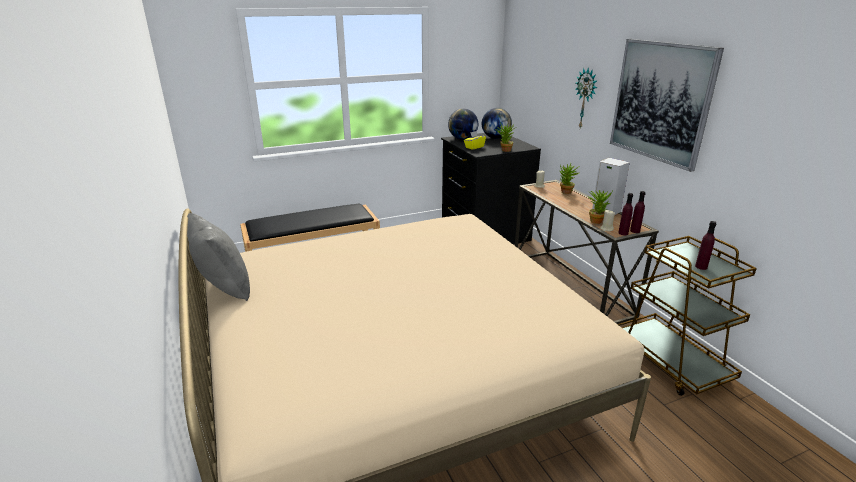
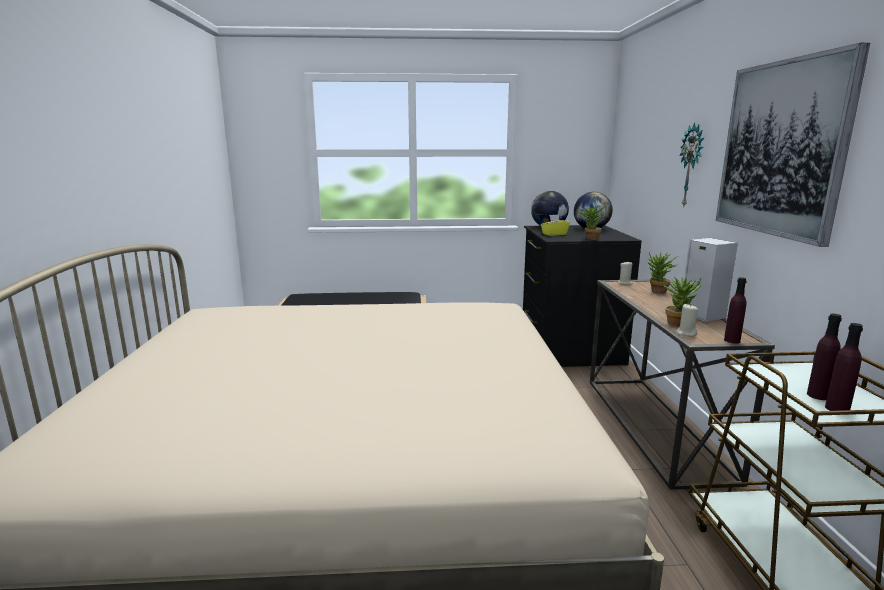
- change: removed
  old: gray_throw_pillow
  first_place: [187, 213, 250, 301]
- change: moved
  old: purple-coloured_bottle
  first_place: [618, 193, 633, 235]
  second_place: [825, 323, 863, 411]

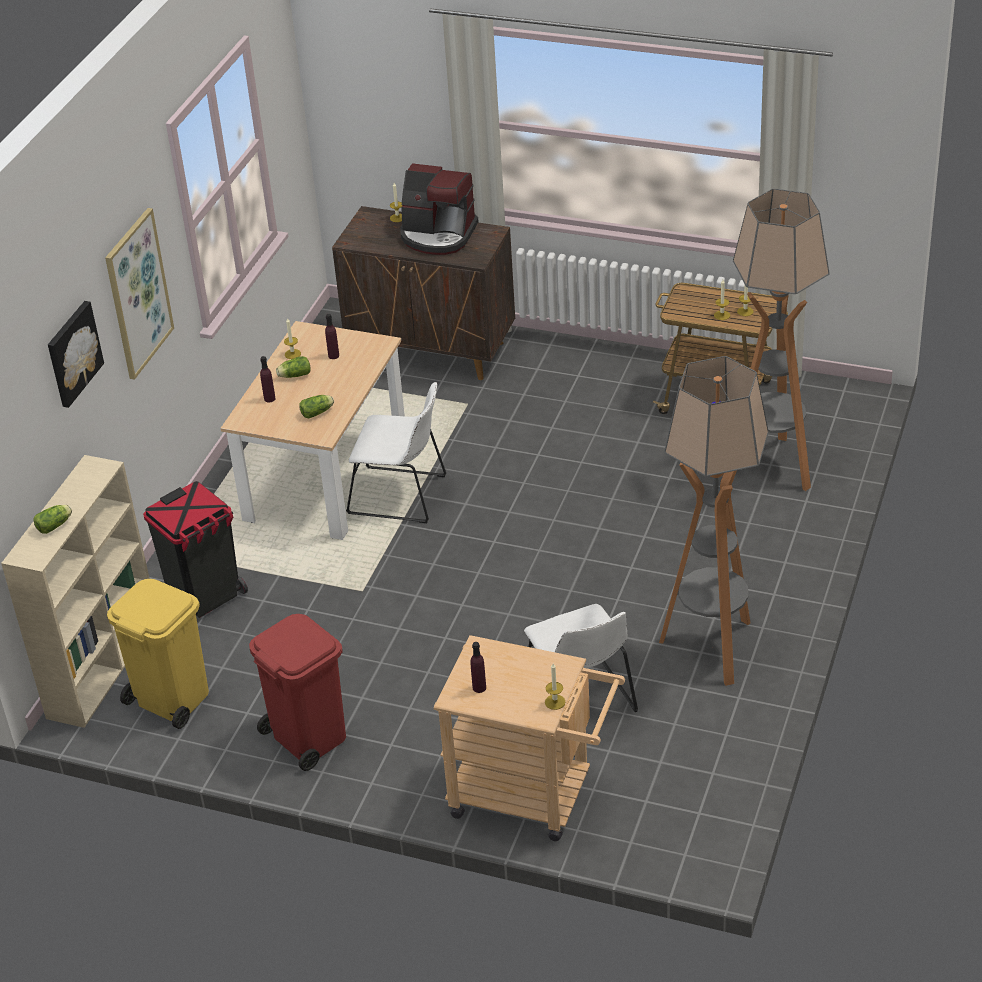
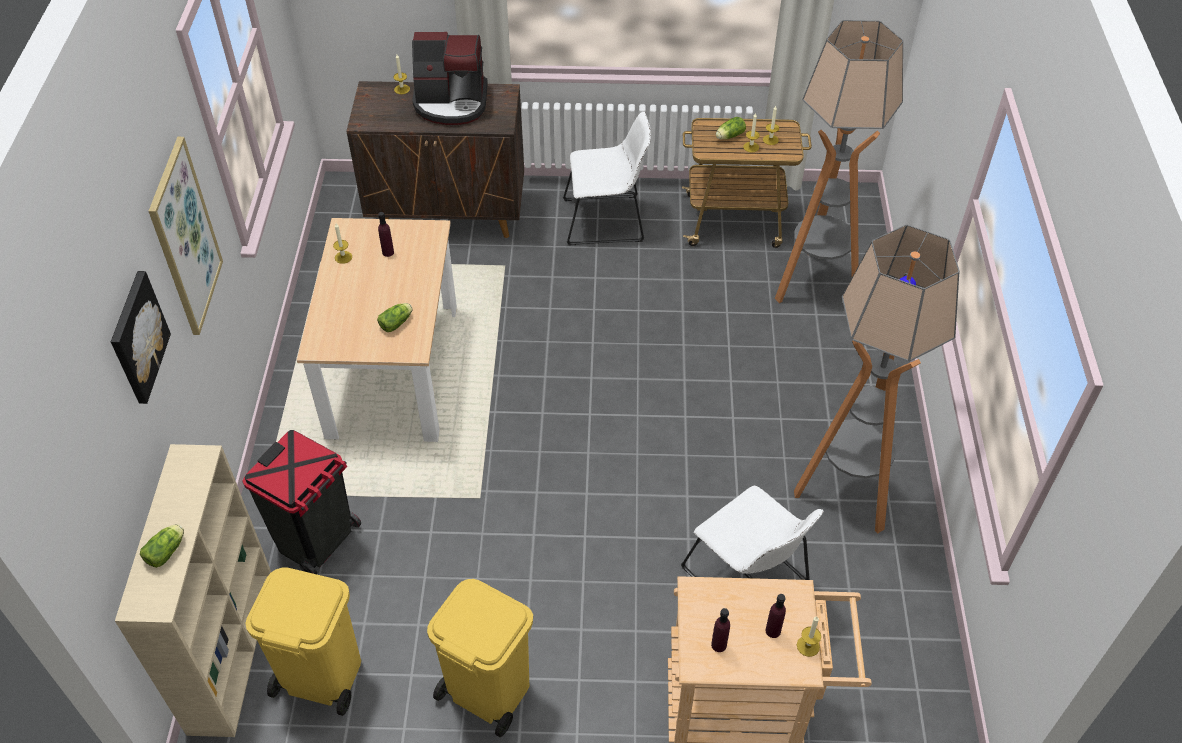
- change: recoloured
  old: red_trash_can
  new: yellow-coloured_trash_can
  first_place: [249, 614, 346, 771]
  second_place: [427, 579, 533, 737]
- change: moved
  old: purple-coloured_bottle
  first_place: [260, 356, 276, 402]
  second_place: [766, 594, 786, 638]
- change: moved
  old: lettuce
  first_place: [276, 356, 311, 378]
  second_place: [716, 117, 746, 139]
- change: moved
  old: white_upright_chair
  first_place: [346, 382, 446, 523]
  second_place: [563, 111, 651, 245]

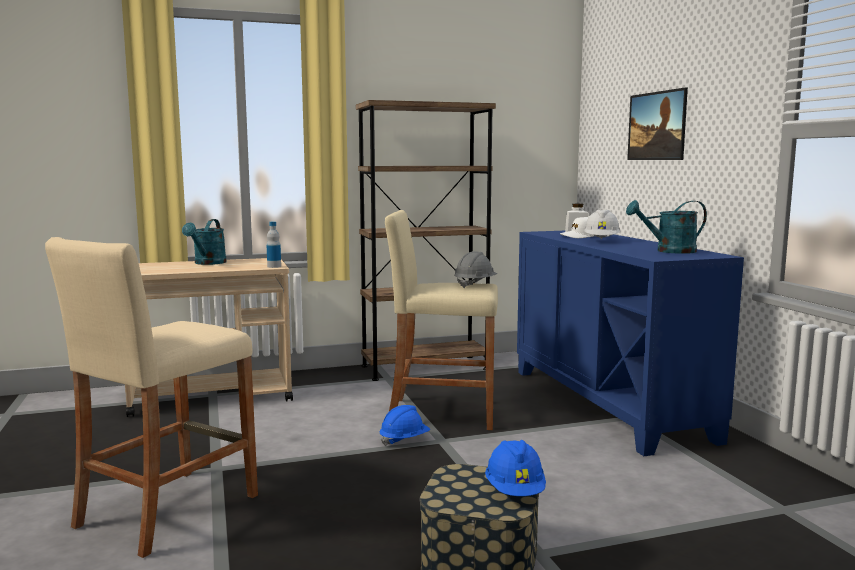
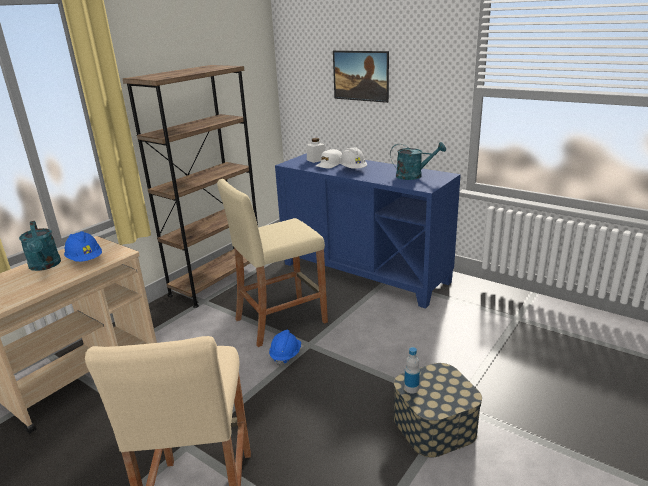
- change: moved
  old: bottle
  first_place: [267, 222, 281, 268]
  second_place: [404, 347, 420, 394]
- change: removed
  old: gray_hard_hat
  first_place: [454, 251, 497, 288]
- change: moved
  old: bluish_hard_hat
  first_place: [485, 440, 546, 496]
  second_place: [64, 231, 102, 262]
- change: turned
  old: blue-green_sprinkling_can
  first_place: [626, 200, 707, 254]
  second_place: [390, 142, 446, 180]
  degrees: -135

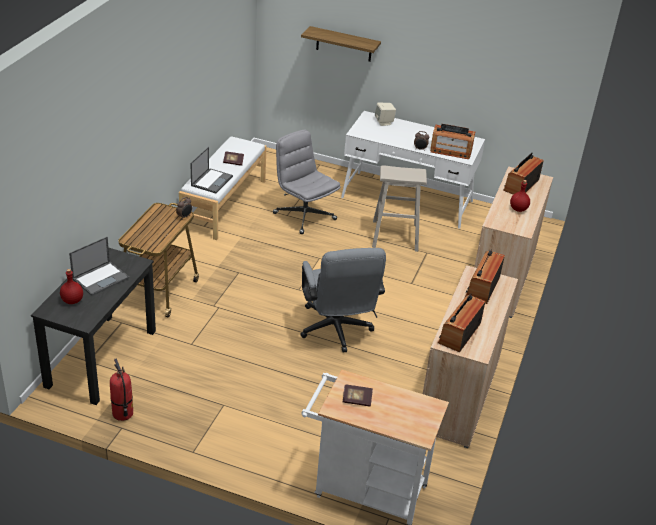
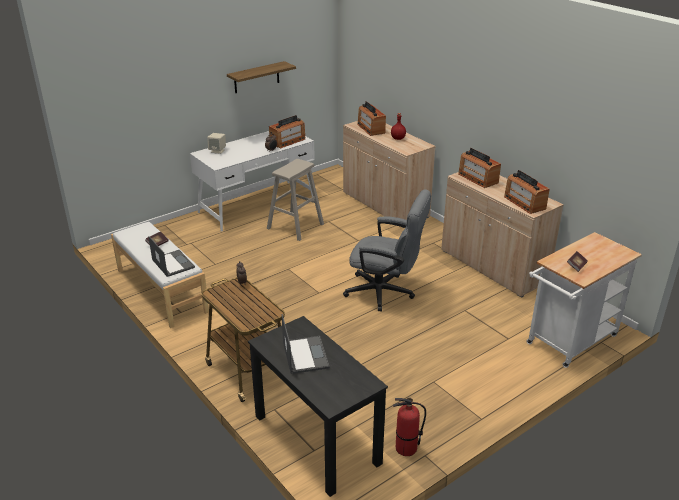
- change: removed
  old: red_bottle
  first_place: [60, 269, 83, 304]
- change: removed
  old: gray_office_chair
  first_place: [273, 130, 341, 234]
- change: moved
  old: bracket_shelf
  first_place: [301, 26, 381, 62]
  second_place: [227, 61, 296, 93]

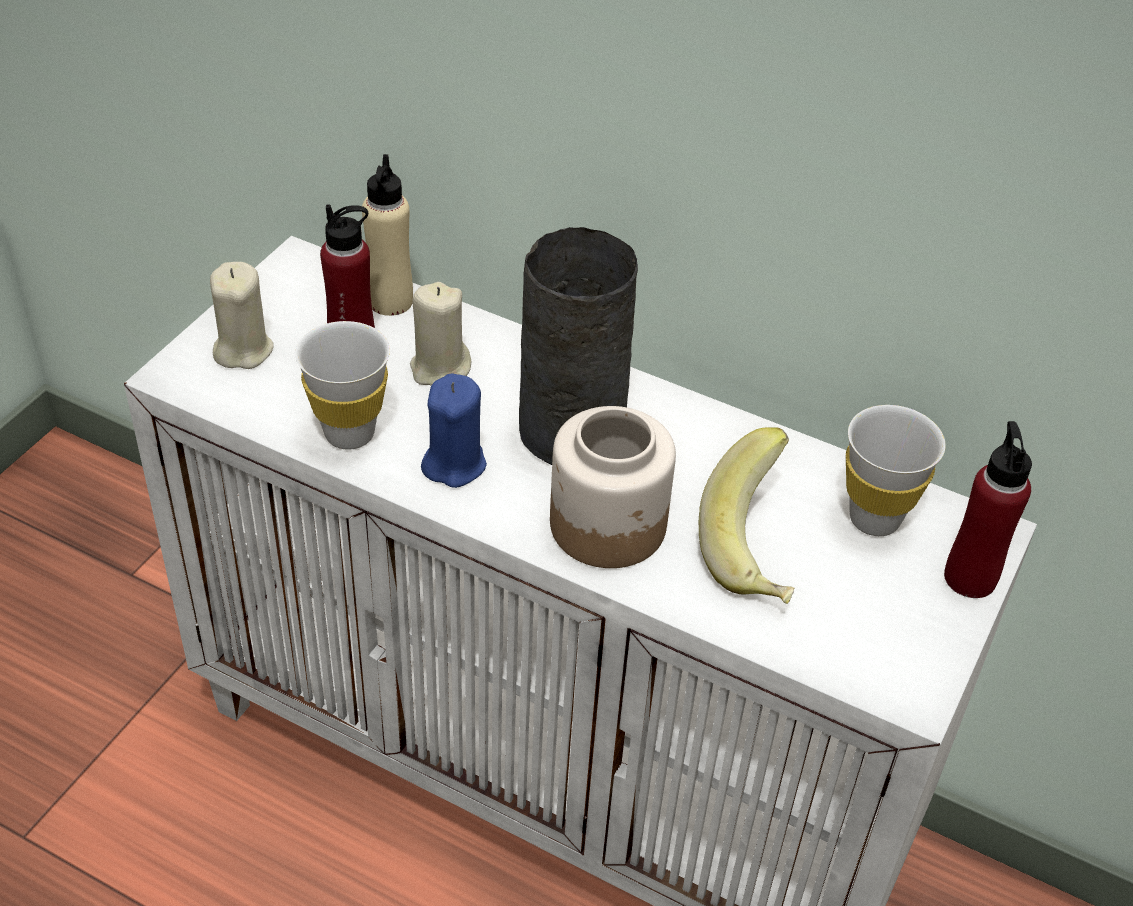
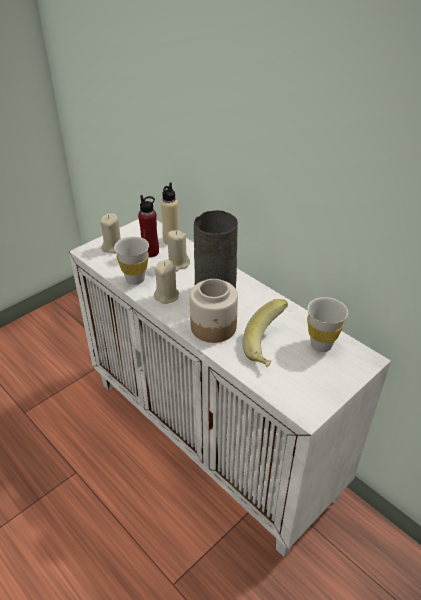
- change: recoloured
  old: bluish_wax_candle
  new: beige_wax_candle
  first_place: [421, 373, 487, 488]
  second_place: [154, 260, 179, 304]
- change: removed
  old: red_bottle
  first_place: [944, 421, 1032, 598]

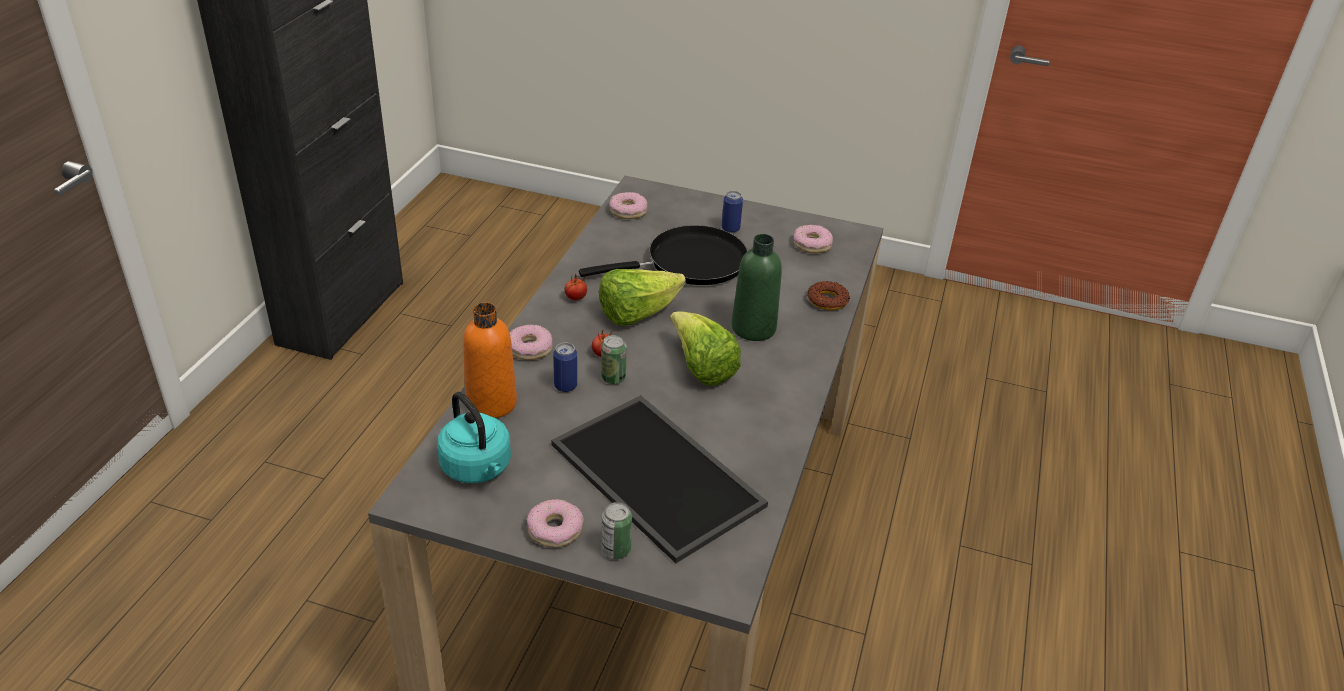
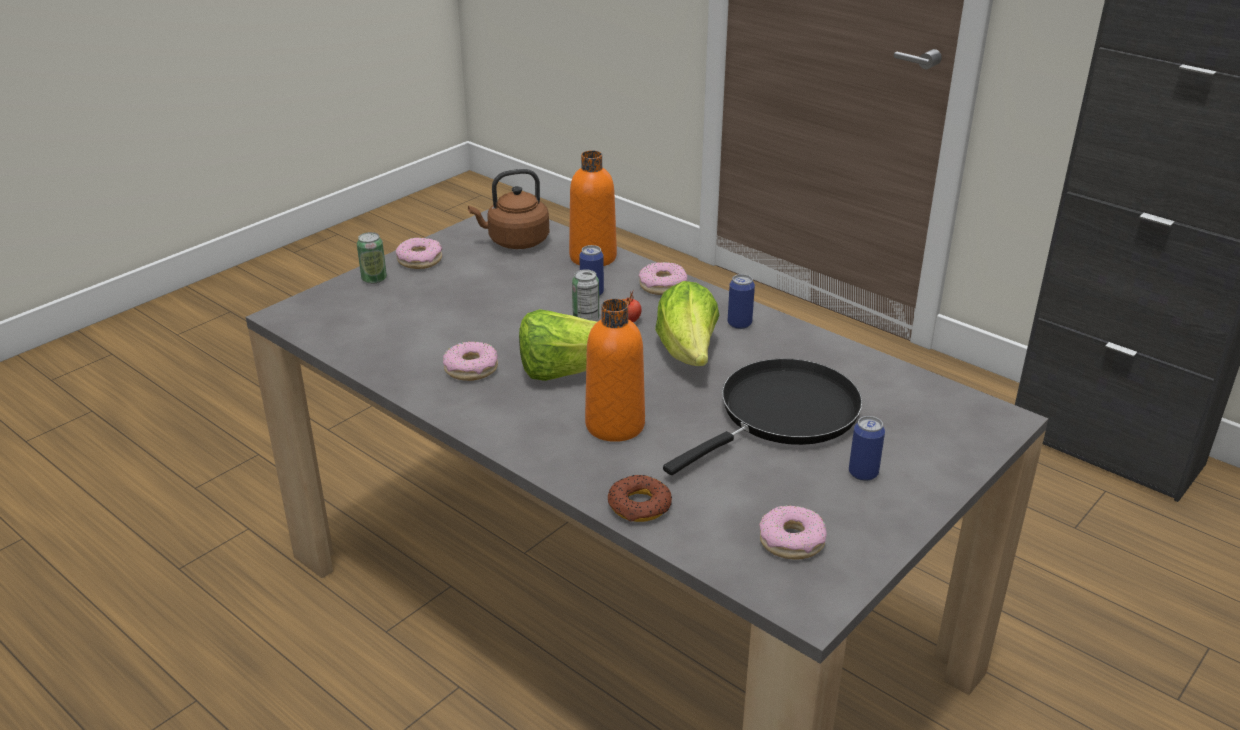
- change: recoloured
  old: blue-green_tea_kettle
  new: brownish_tea_kettle
  first_place: [437, 392, 511, 483]
  second_place: [468, 169, 549, 249]
- change: removed
  old: tray
  first_place: [551, 395, 768, 563]
- change: replaced
  old: whole_tomato
  new: can
  first_place: [565, 273, 587, 300]
  second_place: [728, 274, 755, 329]
- change: turned
  old: blackish_skillet
  first_place: [579, 225, 748, 285]
  second_place: [663, 358, 863, 475]
  degrees: -135
- change: moved
  old: doughnut
  first_place: [609, 192, 647, 219]
  second_place: [443, 341, 498, 381]
- change: recoloured
  old: green_bottle
  new: orange-coloured_bottle
  first_place: [731, 234, 782, 341]
  second_place: [585, 299, 645, 442]

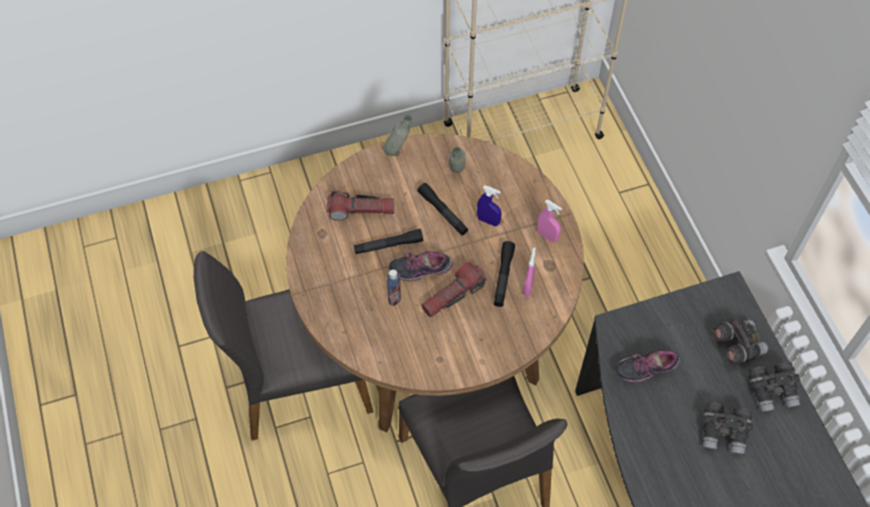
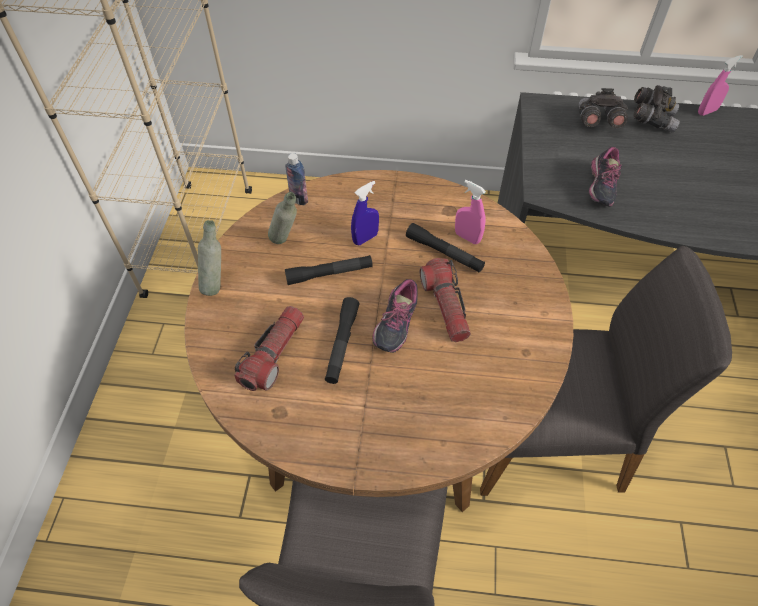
- change: moved
  old: bottle
  first_place: [387, 269, 401, 306]
  second_place: [285, 153, 308, 205]
- change: moved
  old: pinkish_hand_sprayer
  first_place: [537, 200, 562, 242]
  second_place: [698, 55, 743, 115]
- change: removed
  old: gray_field_glasses
  first_place: [703, 402, 753, 455]

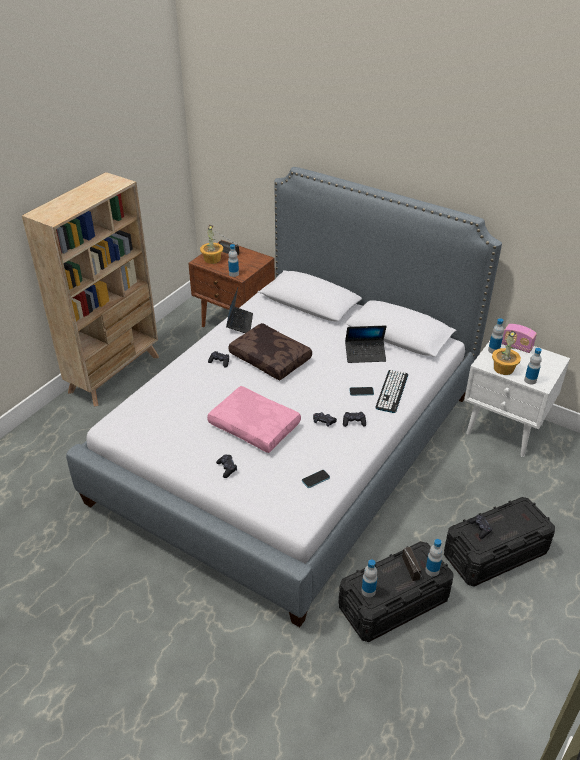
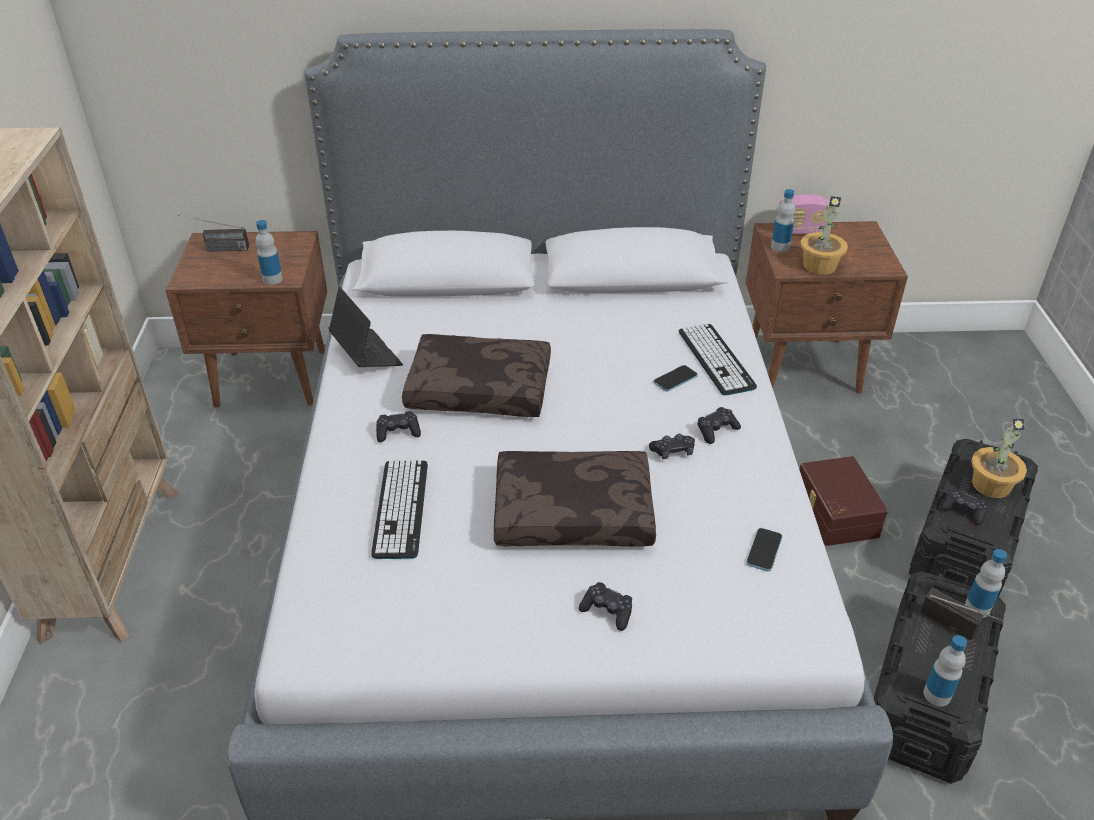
- change: moved
  old: houseplant
  first_place: [200, 225, 223, 264]
  second_place: [971, 419, 1027, 498]
- change: recoloured
  old: pinkish_throw_pillow
  new: brownish_throw_pillow
  first_place: [207, 386, 301, 453]
  second_place: [494, 451, 656, 546]
- change: removed
  old: portable_computer
  first_place: [345, 325, 387, 363]
- change: recoloured
  old: white_night_table
  new: brownish_night_table
  first_place: [464, 341, 570, 457]
  second_place: [746, 221, 908, 394]
- change: removed
  old: bottle
  first_place: [524, 348, 542, 384]
- change: added
  new: keyboard
  second_place: [371, 460, 428, 559]
- change: added
  new: brownish_storage_bin
  second_place: [799, 456, 888, 546]

